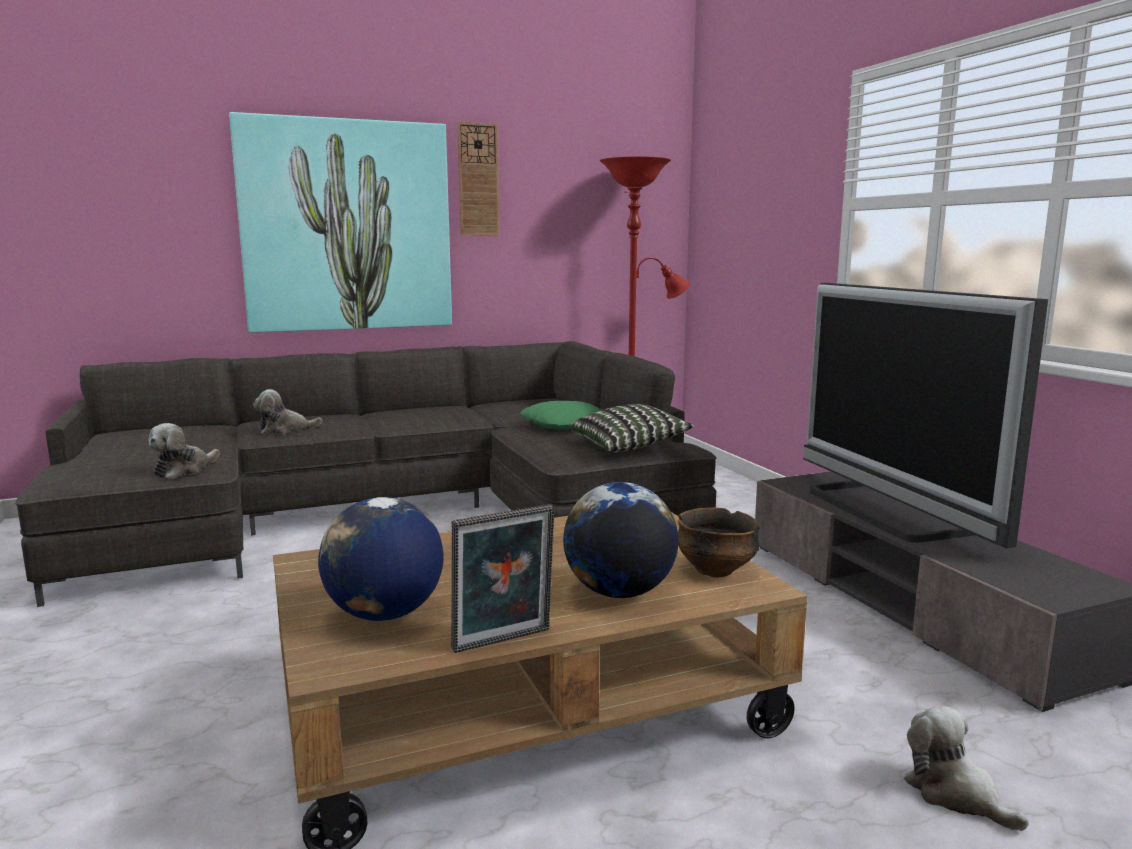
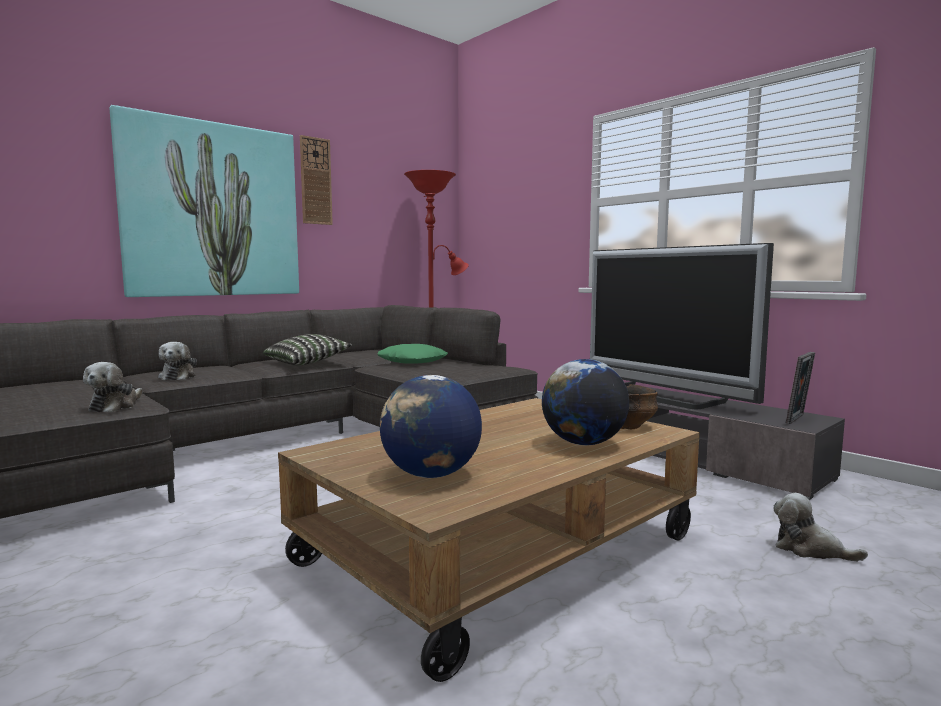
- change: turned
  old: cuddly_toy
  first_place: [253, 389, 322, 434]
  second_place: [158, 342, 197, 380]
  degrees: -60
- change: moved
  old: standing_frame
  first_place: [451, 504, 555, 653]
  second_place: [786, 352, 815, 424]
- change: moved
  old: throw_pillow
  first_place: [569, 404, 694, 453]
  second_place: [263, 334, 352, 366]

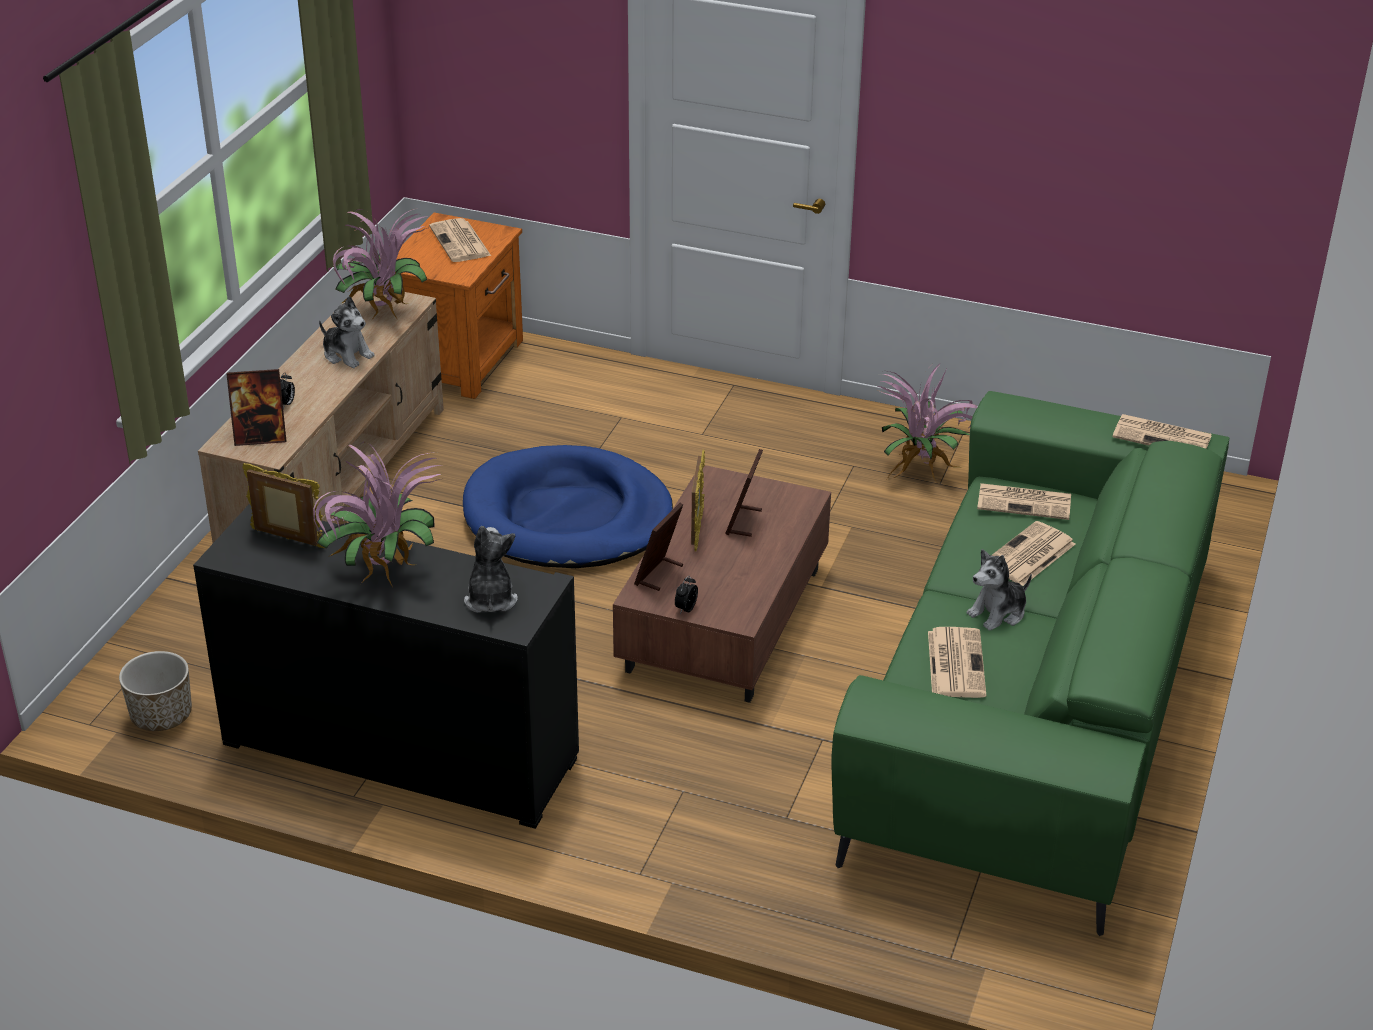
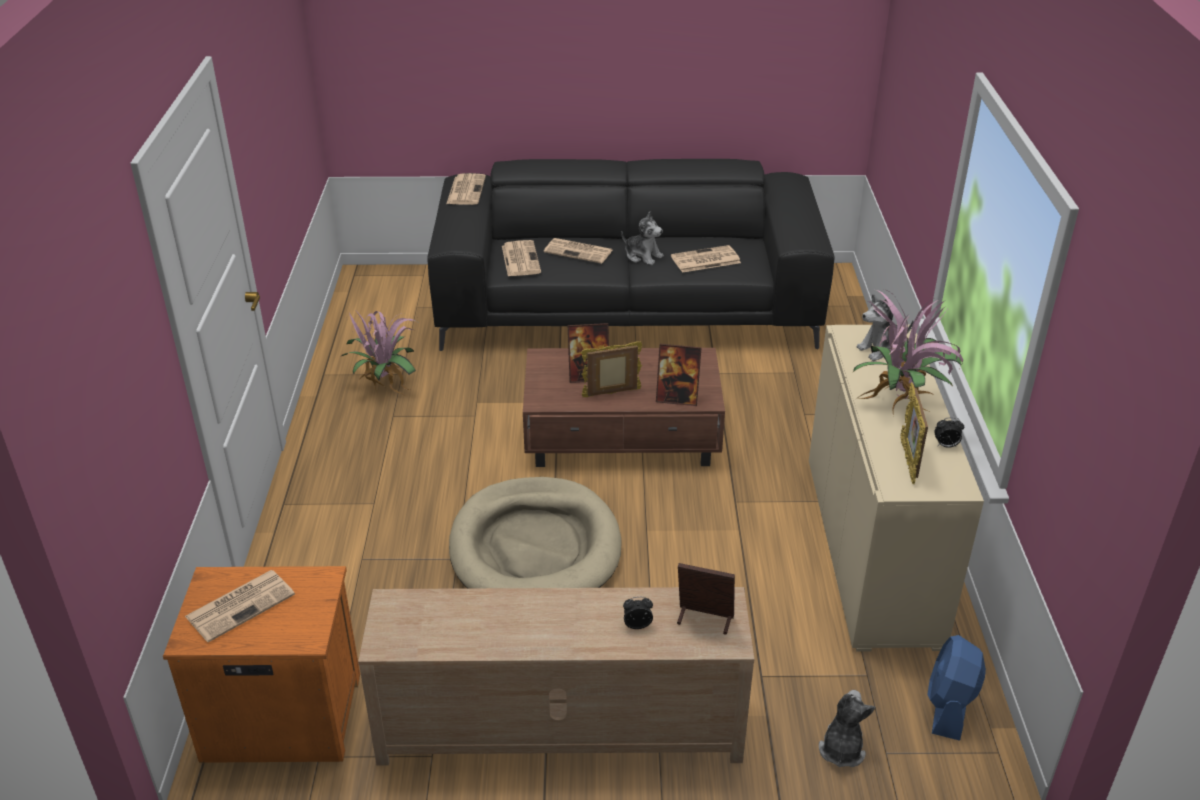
- change: replaced
  old: flower_pot
  new: bluish_electric_fan
  first_place: [119, 651, 192, 731]
  second_place: [927, 635, 986, 741]
- change: recoloured
  old: blackish_storage_cabinet
  new: beige_storage_cabinet
  first_place: [193, 504, 579, 829]
  second_place: [809, 325, 984, 652]
- change: turned
  old: standing_frame
  first_place: [226, 369, 286, 446]
  second_place: [677, 563, 735, 635]
  degrees: -45
- change: moved
  old: cuddly_toy
  first_place: [319, 296, 375, 368]
  second_place: [819, 690, 875, 767]
- change: removed
  old: houseplant
  first_place: [333, 208, 428, 320]
- change: recoloured
  old: bluish_dog_bed
  new: beige_dog_bed
  first_place: [463, 445, 673, 568]
  second_place: [449, 477, 622, 588]
- change: moved
  old: table_clock
  first_place: [675, 576, 698, 614]
  second_place: [935, 418, 964, 448]
- change: recoloured
  old: green_sofa
  new: blackish_sofa
  first_place: [831, 391, 1229, 936]
  second_place: [427, 159, 835, 351]

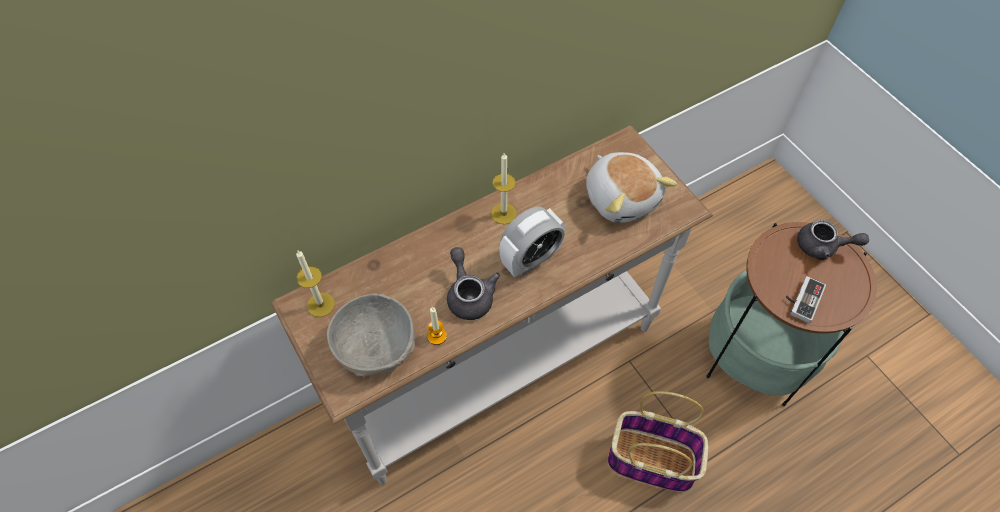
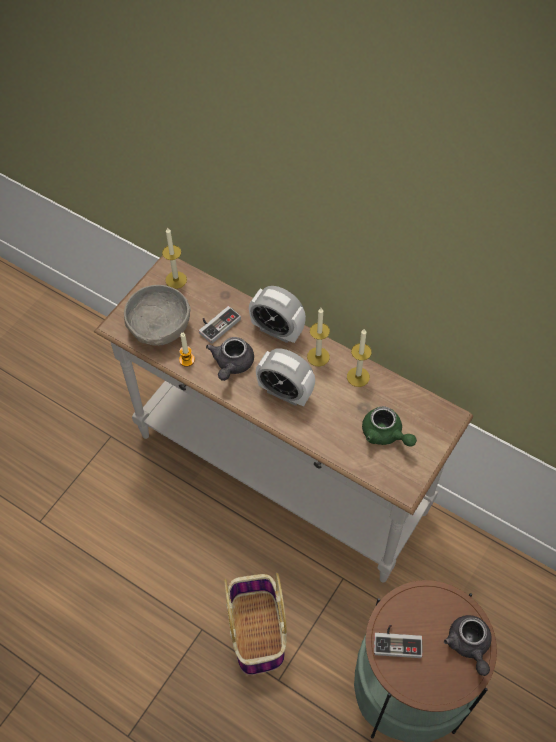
- change: turned
  old: gray_teapot
  first_place: [447, 247, 500, 320]
  second_place: [206, 337, 254, 381]
  degrees: 150
- change: replaced
  old: cuddly_toy
  new: green_teapot
  first_place: [586, 152, 677, 223]
  second_place: [362, 406, 417, 446]
- change: added
  new: joypad
  second_place: [199, 306, 241, 344]
- change: added
  new: table_clock
  second_place: [249, 286, 306, 343]
- change: added
  new: wax_candle
  second_place: [347, 328, 372, 387]

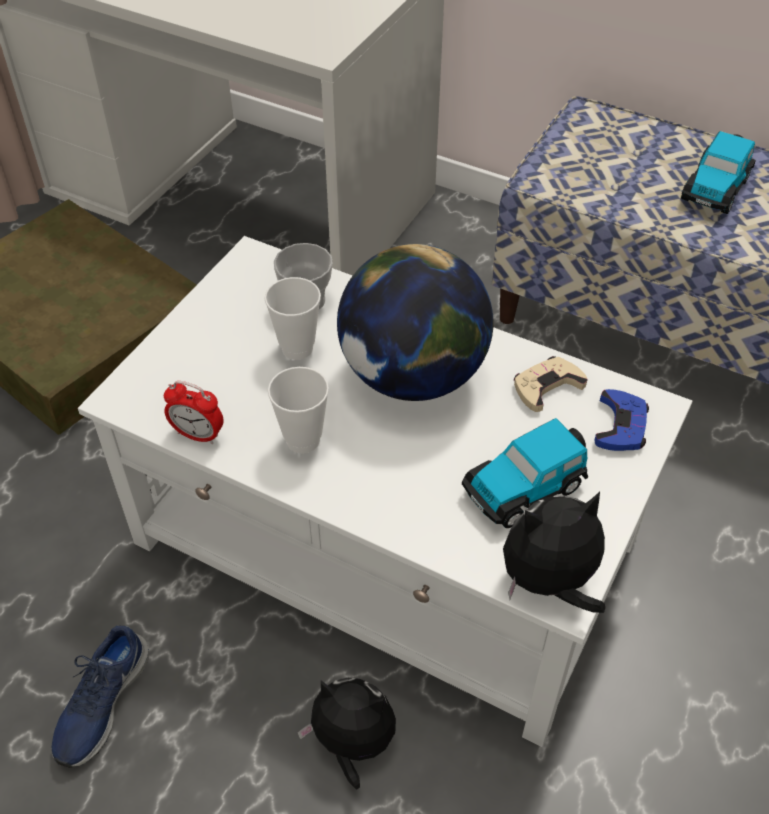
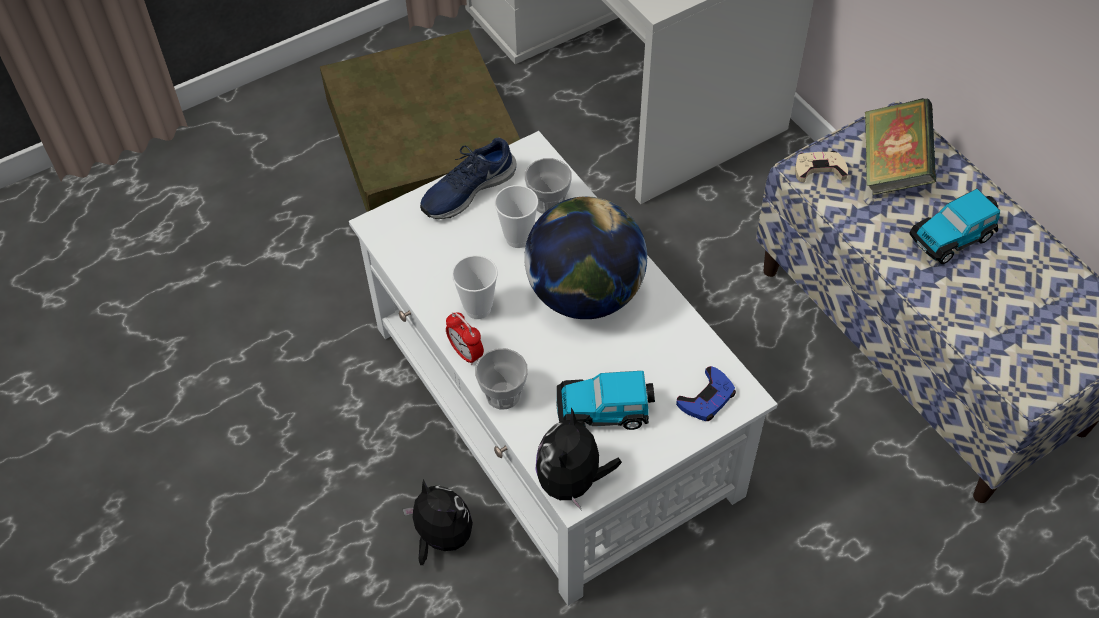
- change: moved
  old: bluish_item_of_footwear
  first_place: [52, 626, 149, 768]
  second_place: [420, 137, 516, 219]
- change: moved
  old: table_clock
  first_place: [164, 381, 224, 444]
  second_place: [446, 312, 484, 365]
- change: turned
  old: cuddly_toy
  first_place: [503, 492, 605, 613]
  second_place: [535, 408, 622, 511]
  degrees: -90
- change: moved
  old: beige_joypad
  first_place: [514, 356, 588, 412]
  second_place: [795, 151, 848, 182]
- change: added
  new: cup
  second_place: [475, 348, 528, 410]
- change: added
  new: volume
  second_place: [864, 98, 936, 196]

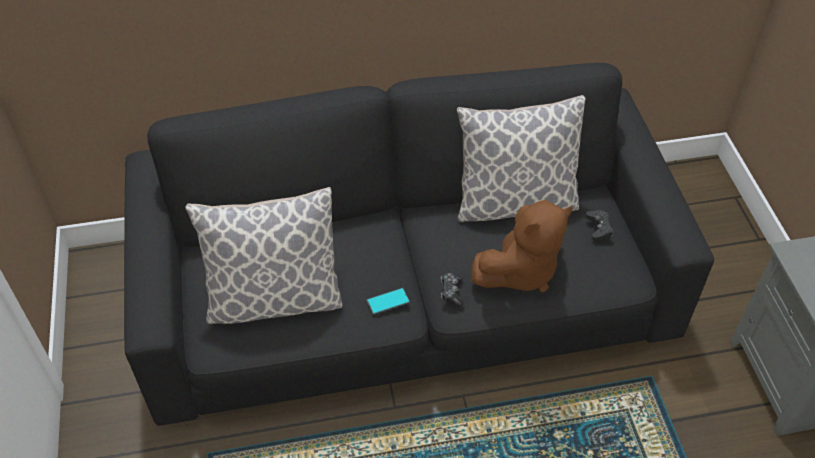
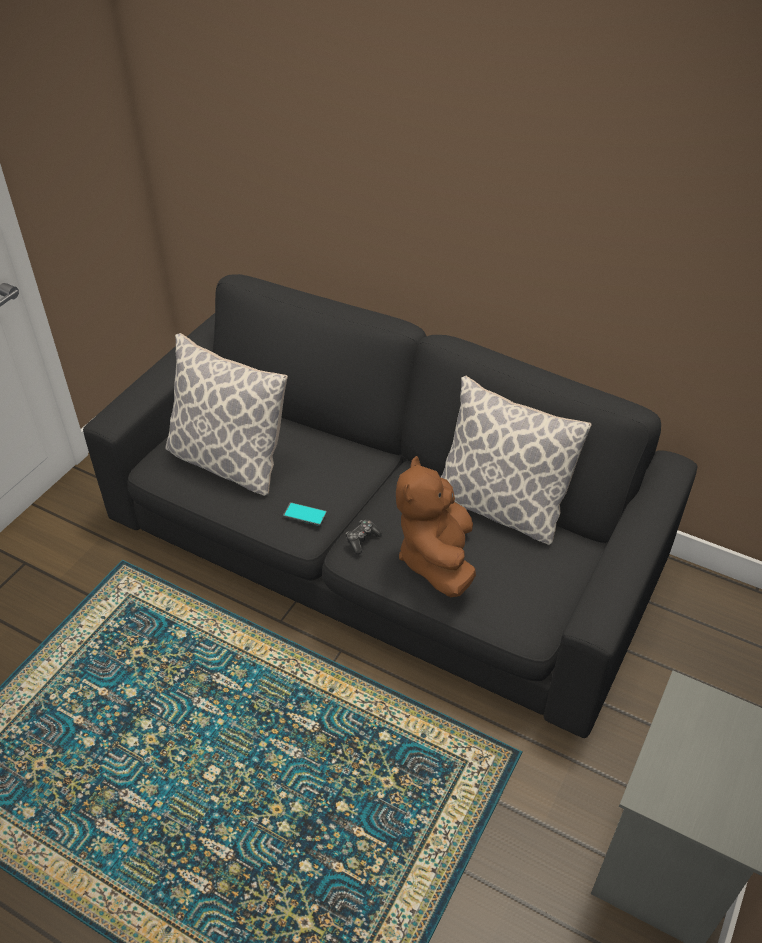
- change: turned
  old: brownish_cuddly_toy
  first_place: [471, 200, 573, 292]
  second_place: [396, 456, 476, 597]
  degrees: 90
- change: removed
  old: blackish_joypad
  first_place: [585, 210, 613, 241]

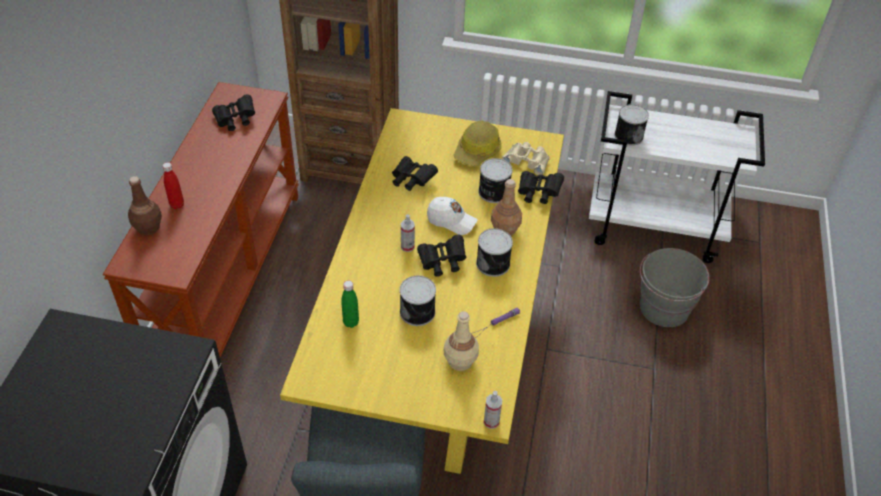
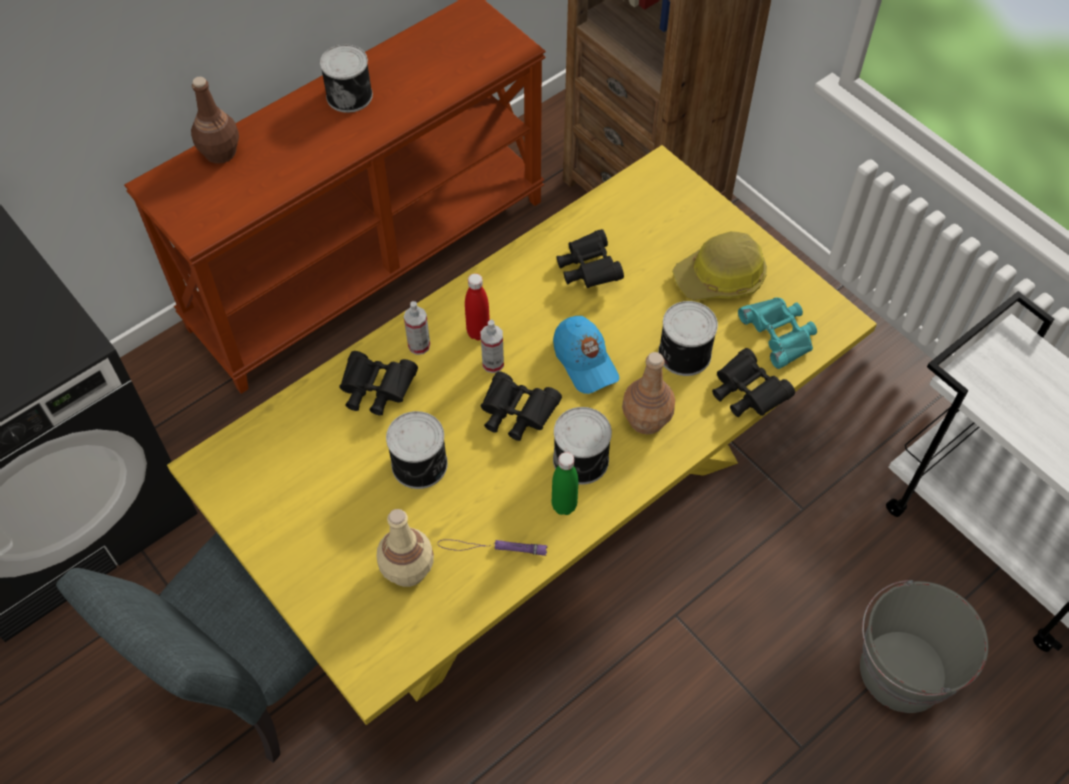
- change: moved
  old: red_bottle
  first_place: [162, 162, 184, 209]
  second_place: [465, 274, 490, 340]
- change: moved
  old: blackish_field_glasses
  first_place: [212, 94, 255, 131]
  second_place: [339, 351, 418, 416]
- change: moved
  old: green_bottle
  first_place: [341, 280, 359, 328]
  second_place: [552, 452, 578, 515]
- change: recoloured
  old: white_cap
  new: bluish_cap
  first_place: [427, 197, 478, 235]
  second_place: [553, 316, 619, 394]
- change: moved
  old: hand_sprayer
  first_place: [484, 391, 502, 429]
  second_place: [404, 301, 430, 355]
- change: recoloured
  old: beige_field_glasses
  new: blue-green_field_glasses
  first_place: [502, 142, 550, 175]
  second_place: [738, 297, 817, 369]
- change: moved
  old: can
  first_place: [614, 104, 649, 146]
  second_place: [320, 44, 373, 113]

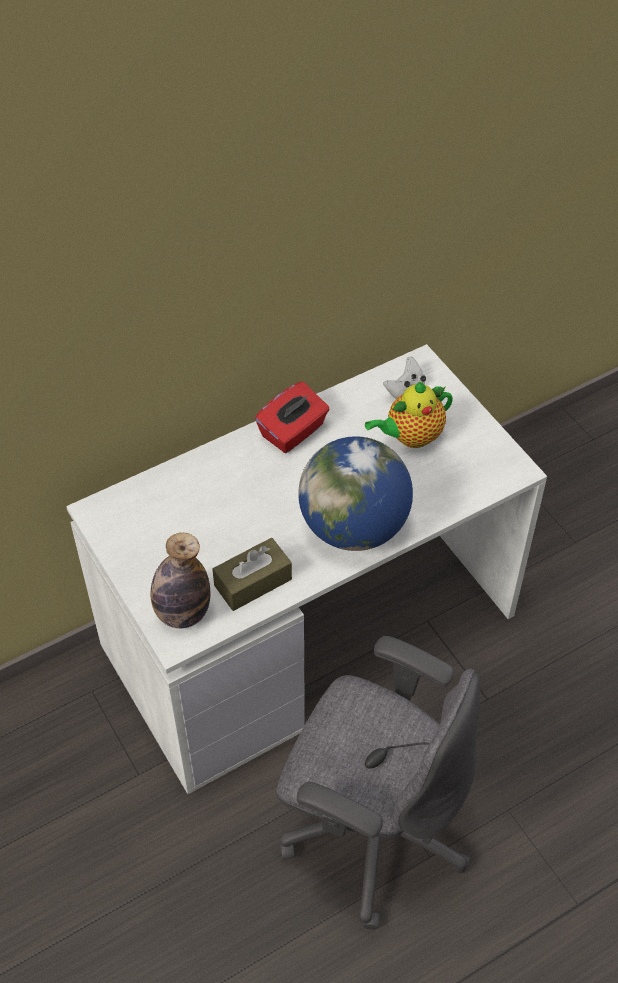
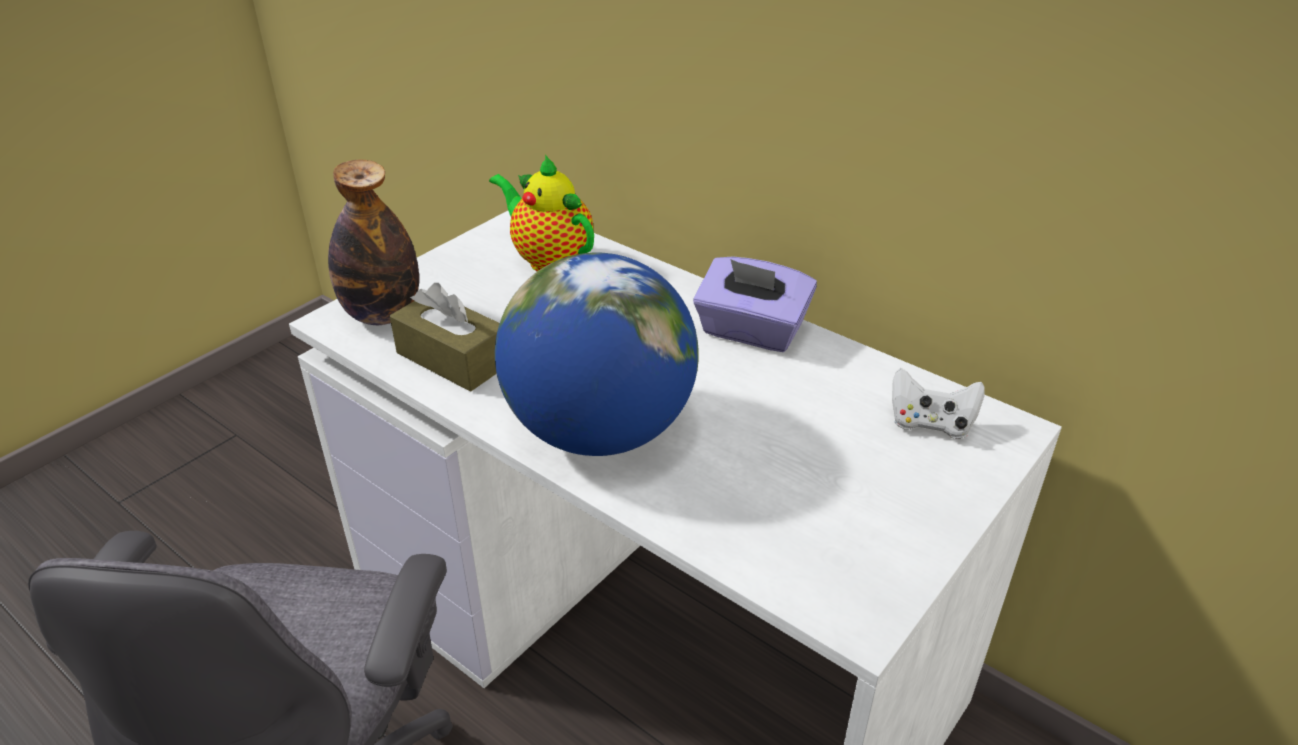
- change: recoloured
  old: red_tissue_box
  new: purple-coloured_tissue_box
  first_place: [255, 382, 330, 453]
  second_place: [693, 256, 817, 352]
- change: moved
  old: teapot
  first_place: [365, 382, 453, 448]
  second_place: [489, 155, 594, 271]

